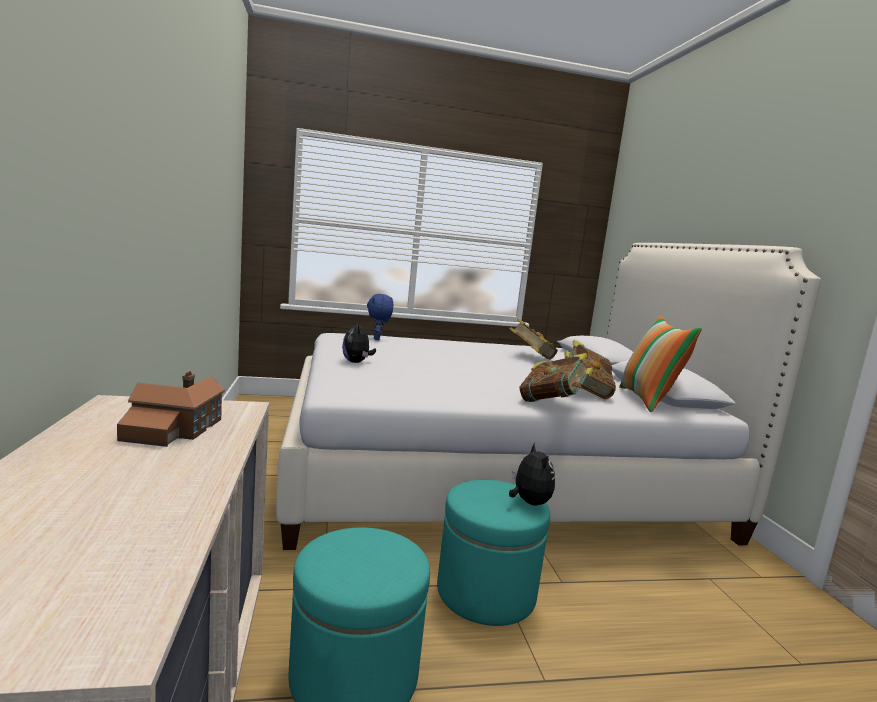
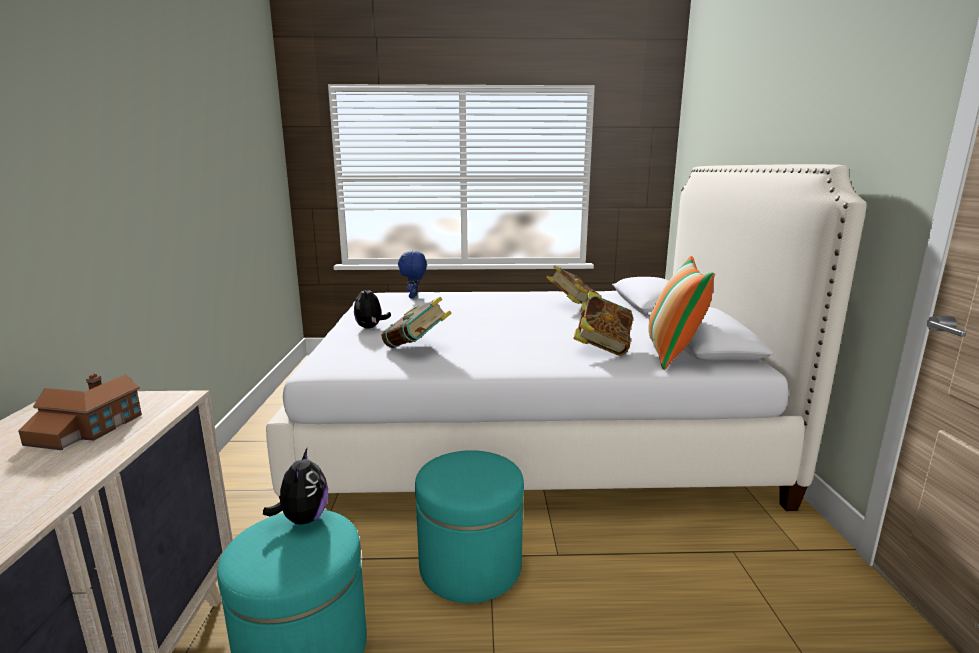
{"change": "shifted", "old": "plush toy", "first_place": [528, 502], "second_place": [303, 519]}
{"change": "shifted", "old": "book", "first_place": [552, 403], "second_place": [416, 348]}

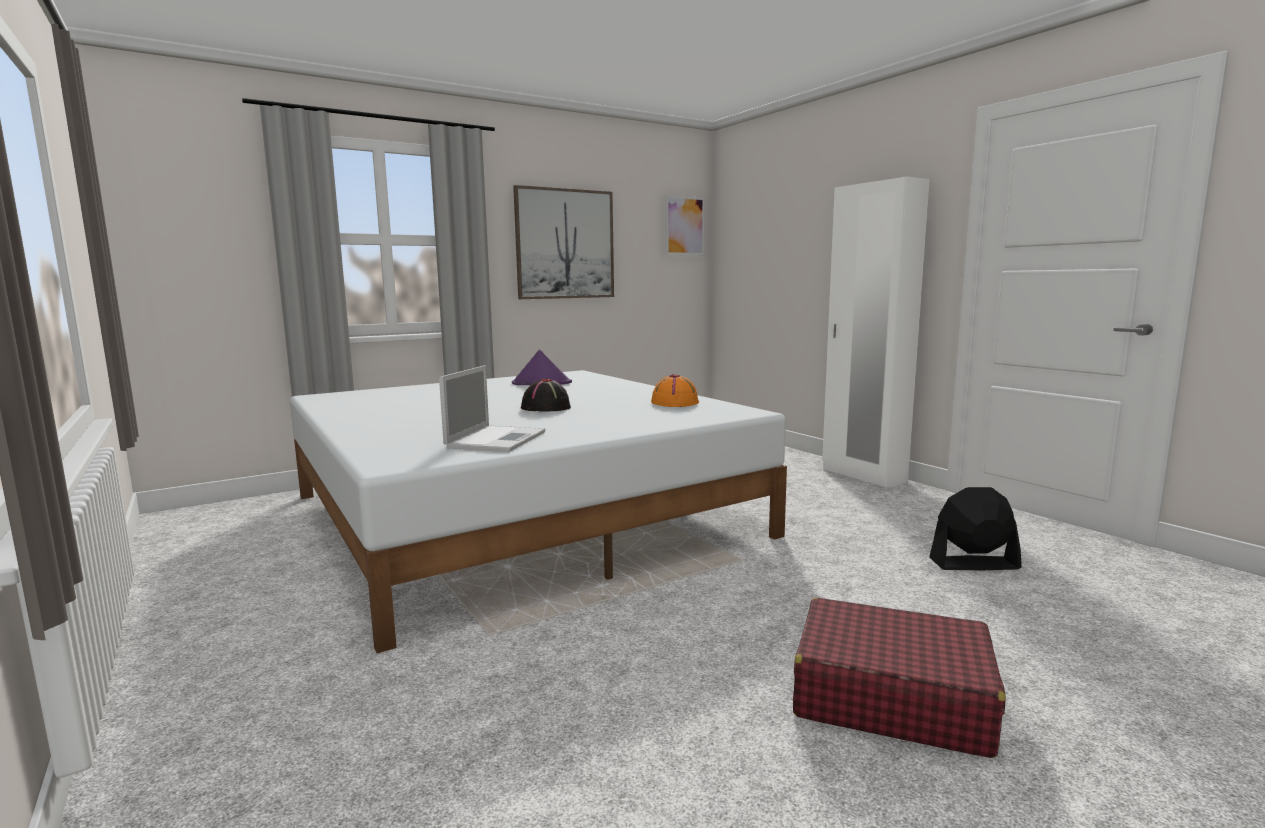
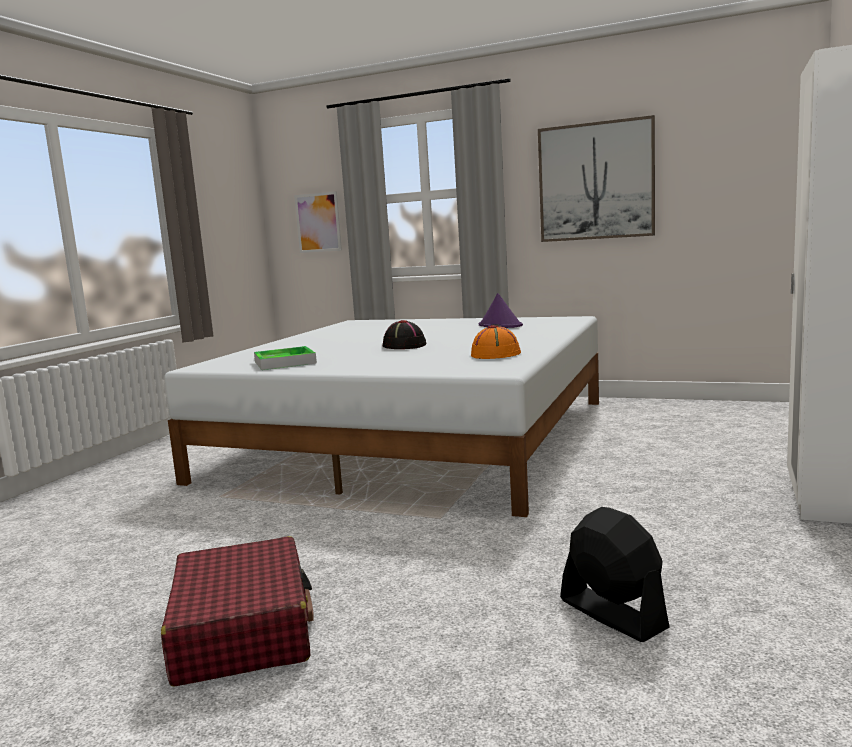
{"change": "swapped", "old": "laptop", "new": "tray", "first_place": [497, 439], "second_place": [285, 362]}
{"change": "shifted", "old": "picture", "first_place": [684, 226], "second_place": [318, 222]}

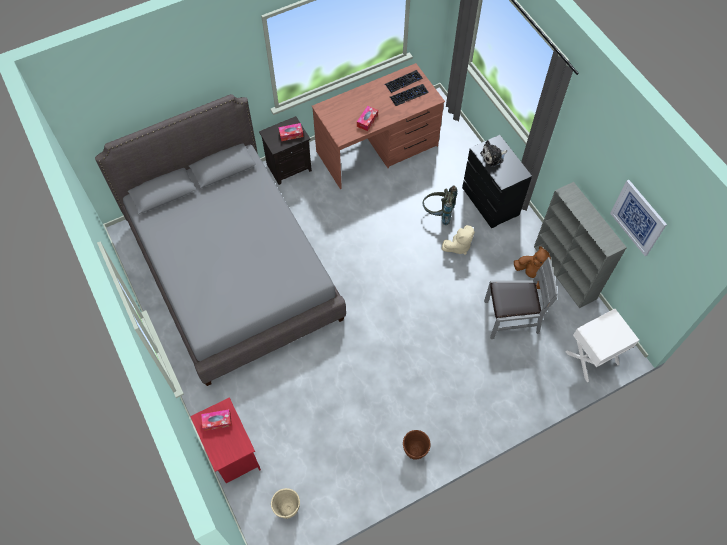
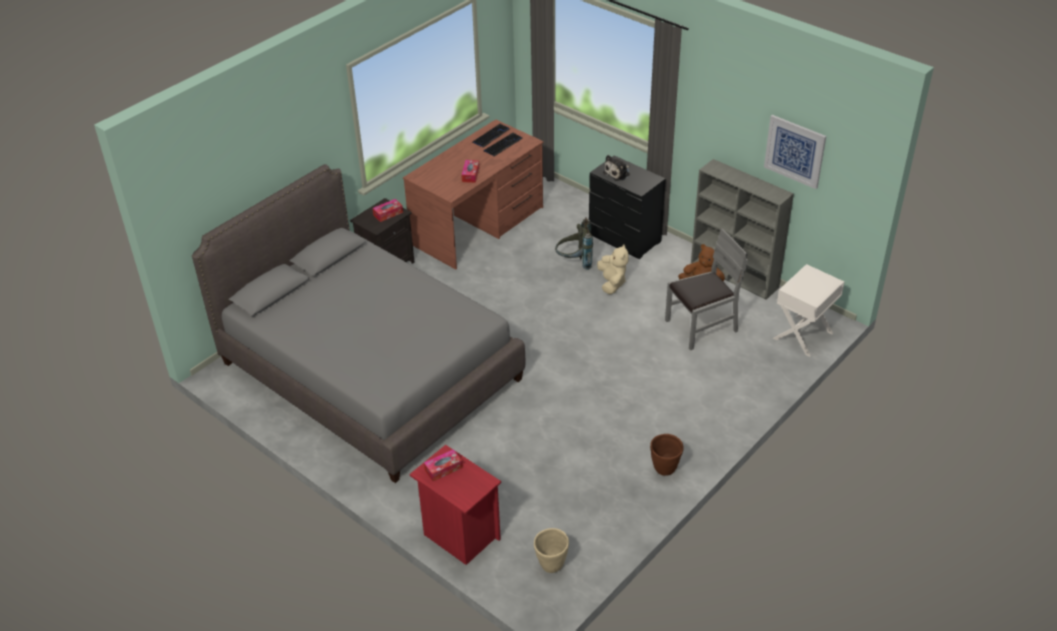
{"change": "rotated", "old": "plush toy/beige", "first_place": [458, 246], "second_place": [612, 283], "degrees": -45}

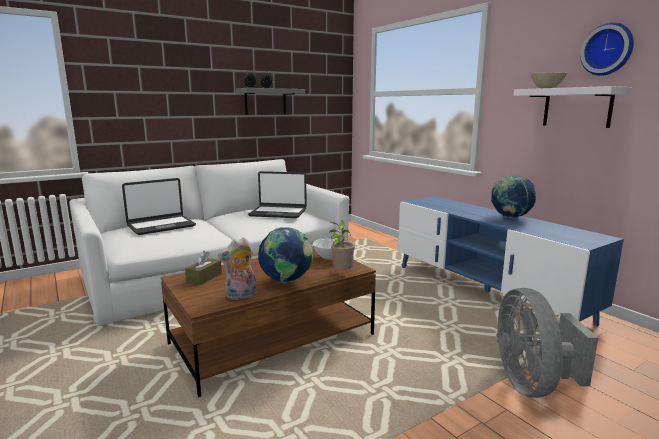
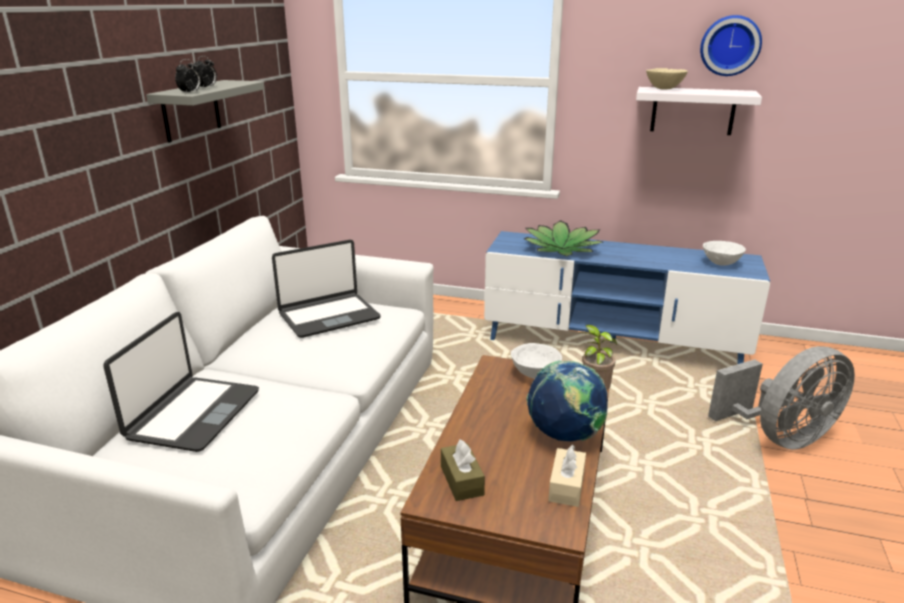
{"change": "swapped", "old": "plush toy", "new": "tissue box/beige", "first_place": [241, 296], "second_place": [566, 486]}
{"change": "gone", "old": "globe", "first_place": [510, 218]}
{"change": "rotated", "old": "fan/grey", "first_place": [532, 384], "second_place": [780, 437], "degrees": -75}
{"change": "new", "new": "potted plant", "second_place": [562, 249]}
{"change": "new", "new": "bowl/white", "second_place": [720, 263]}

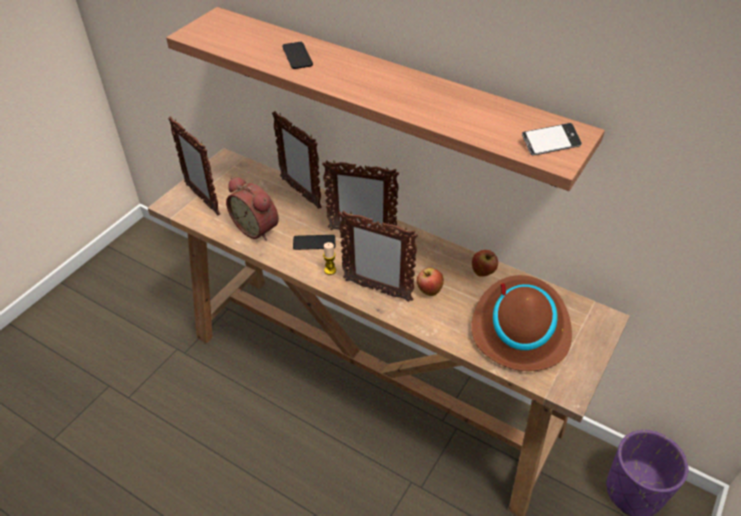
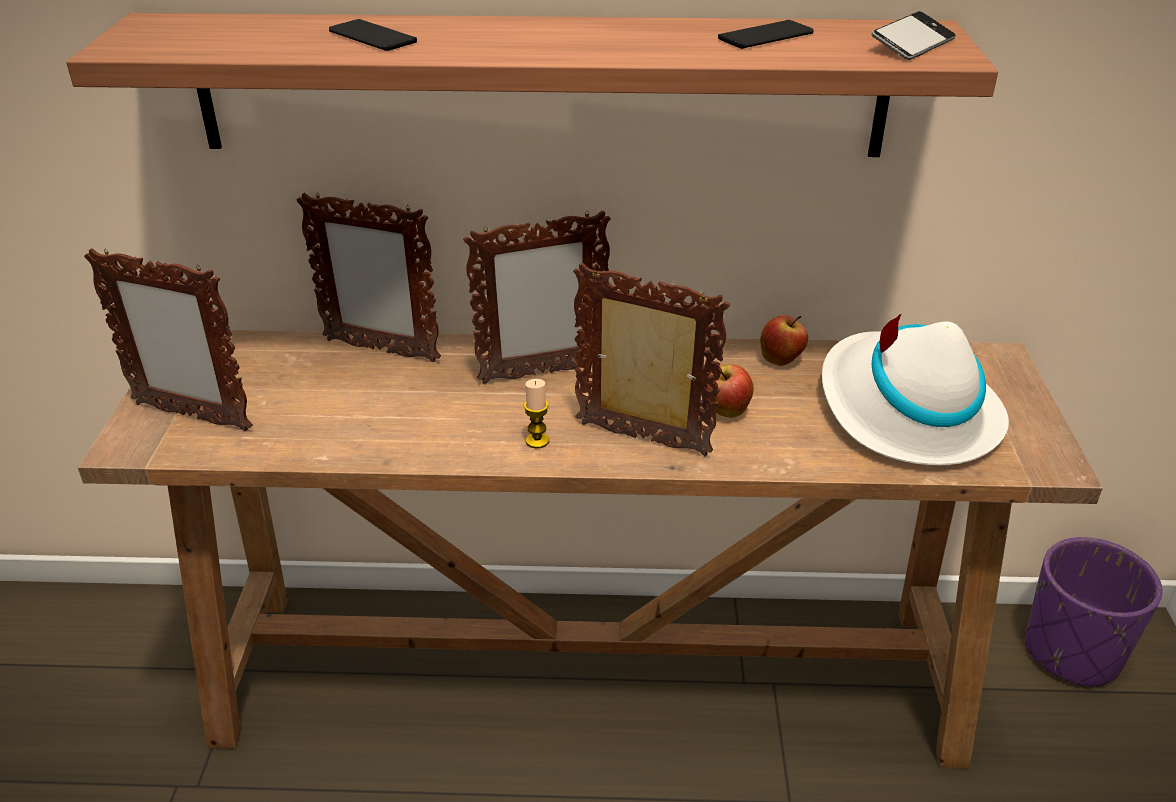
{"change": "gone", "old": "alarm clock", "first_place": [257, 228]}
{"change": "shifted", "old": "phone", "first_place": [314, 242], "second_place": [765, 36]}
{"change": "rotated", "old": "picture frame", "first_place": [377, 290], "second_place": [643, 440], "degrees": -150}
{"change": "repainted", "old": "hat/brown", "new": "hat/white", "first_place": [519, 328], "second_place": [905, 411]}

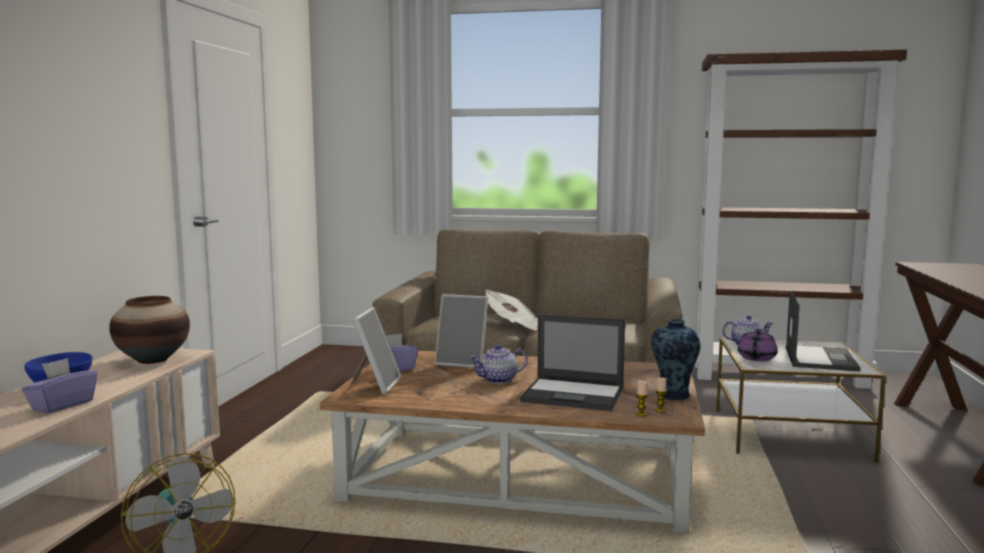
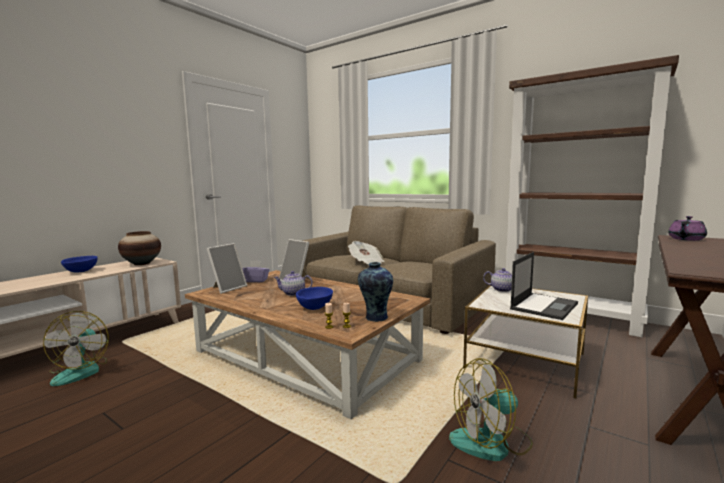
{"change": "gone", "old": "tissue box/purple", "first_place": [62, 405]}
{"change": "swapped", "old": "laptop", "new": "bowl/blue", "first_place": [574, 395], "second_place": [315, 308]}
{"change": "shifted", "old": "teapot/purple", "first_place": [756, 358], "second_place": [685, 239]}
{"change": "new", "new": "fan", "second_place": [491, 442]}

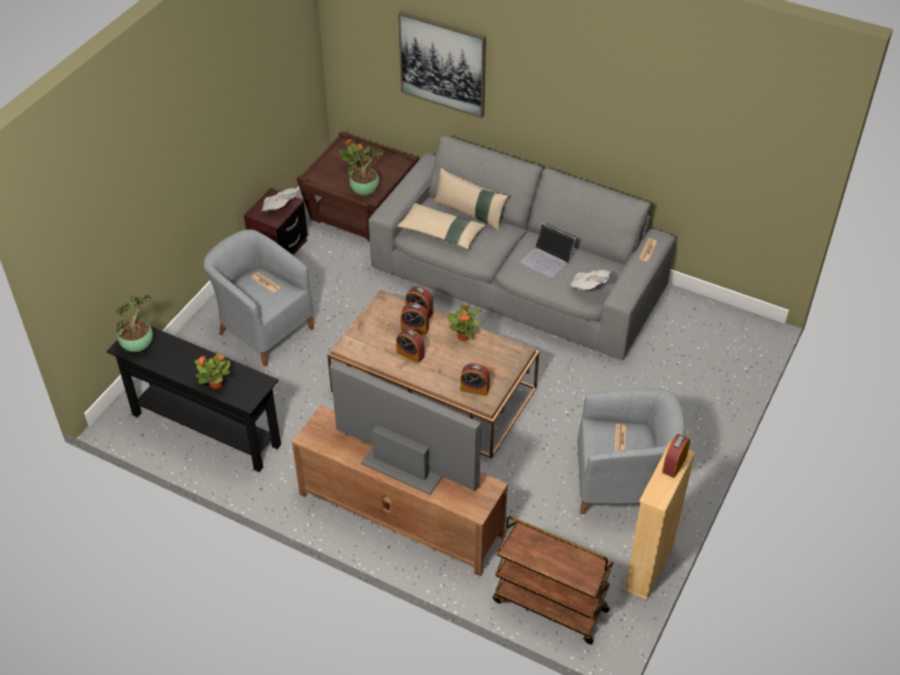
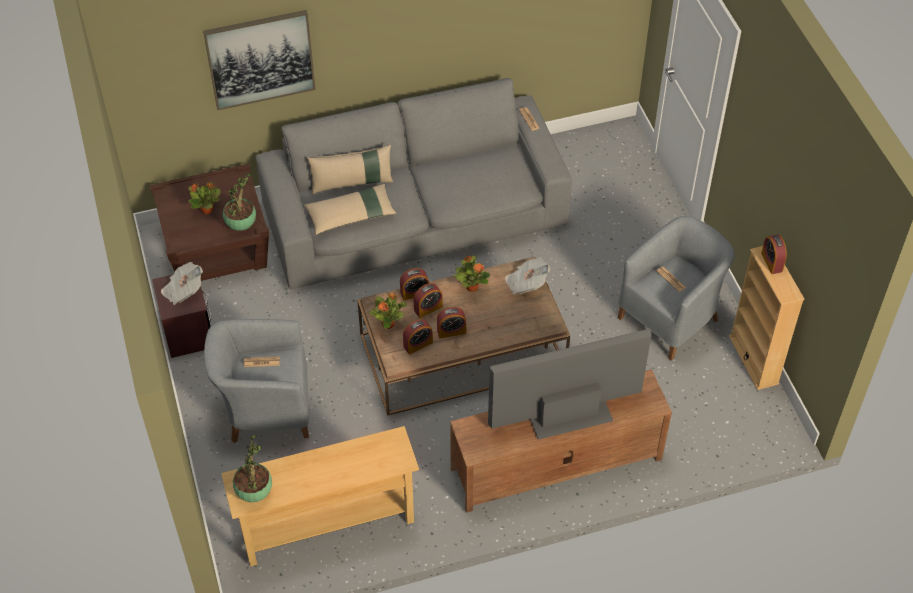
{"change": "repainted", "old": "console table/black", "new": "console table/beige", "first_place": [205, 430], "second_place": [328, 527]}
{"change": "shifted", "old": "potted plant", "first_place": [216, 384], "second_place": [388, 323]}
{"change": "shifted", "old": "alarm clock", "first_place": [474, 389], "second_place": [418, 344]}
{"change": "gone", "old": "cart/brown", "first_place": [549, 606]}
{"change": "gone", "old": "laptop", "first_place": [547, 259]}
{"change": "shifted", "old": "newspaper", "first_place": [588, 286], "second_place": [526, 283]}

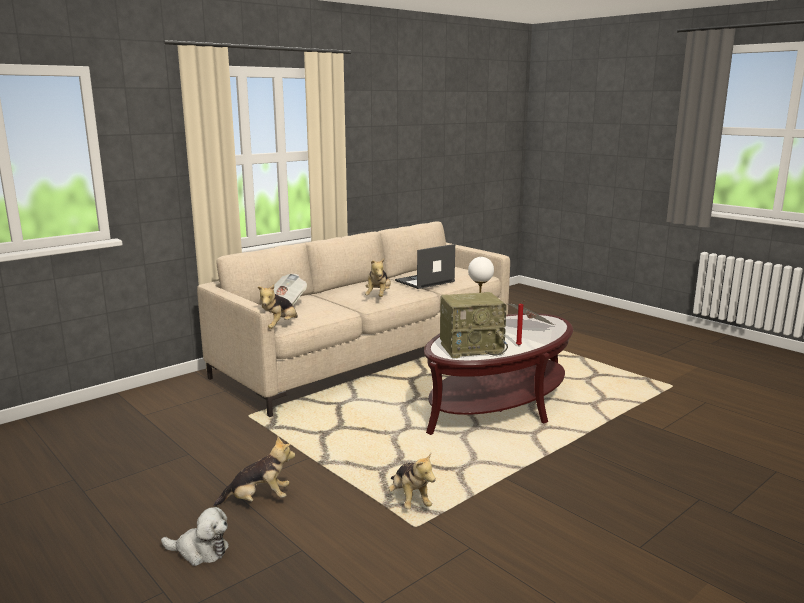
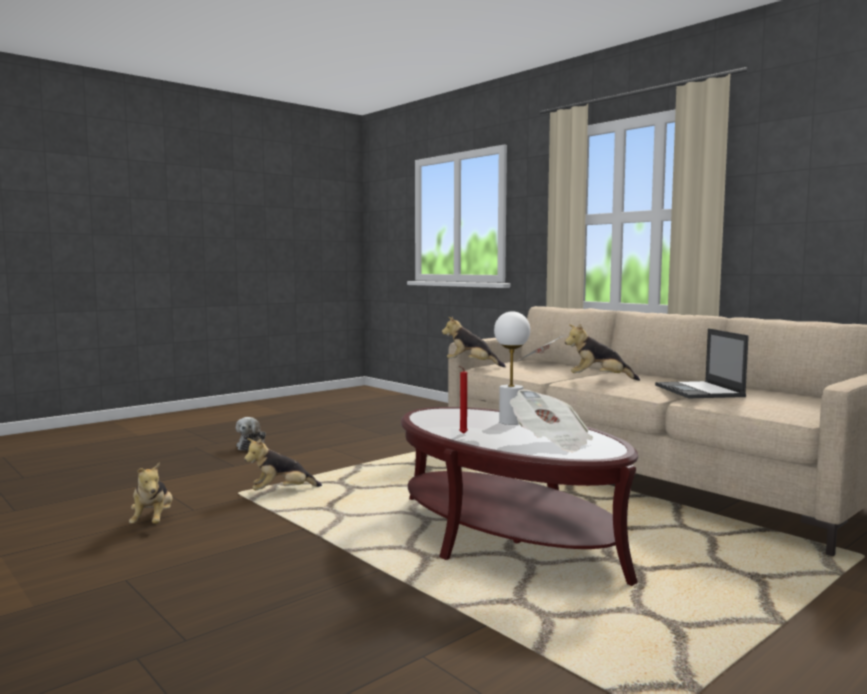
{"change": "shifted", "old": "plush toy", "first_place": [258, 500], "second_place": [153, 521]}
{"change": "rotated", "old": "laptop", "first_place": [424, 281], "second_place": [699, 391], "degrees": -150}
{"change": "gone", "old": "radio", "first_place": [472, 348]}

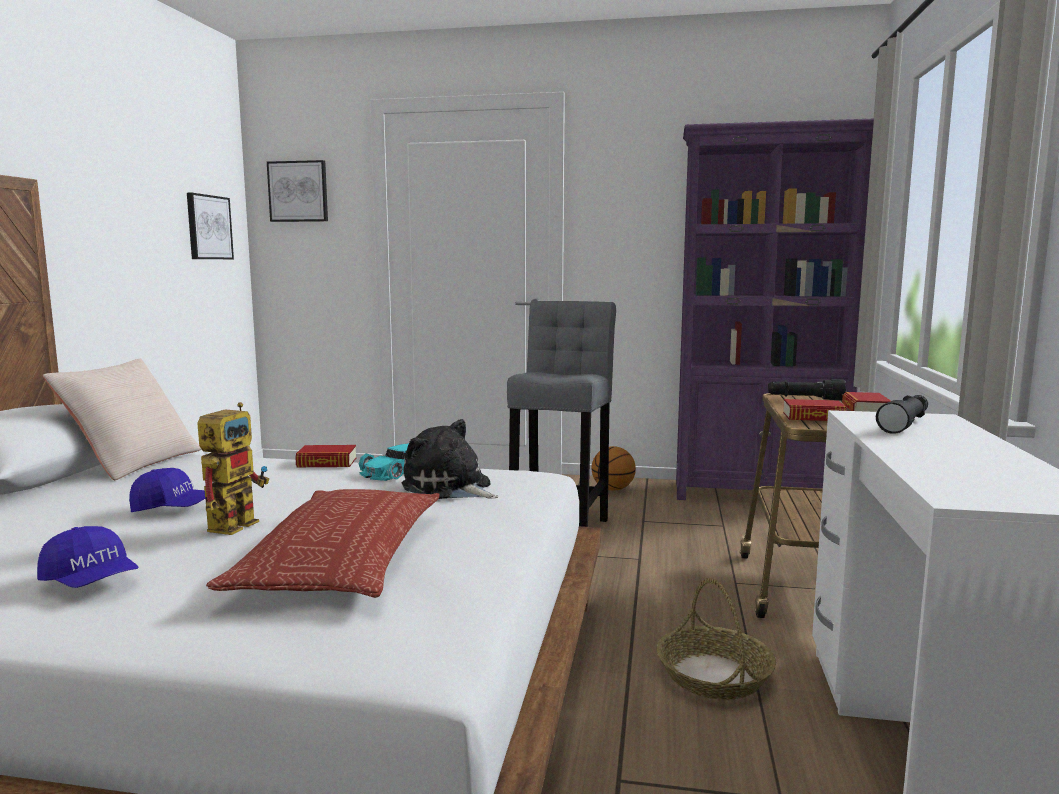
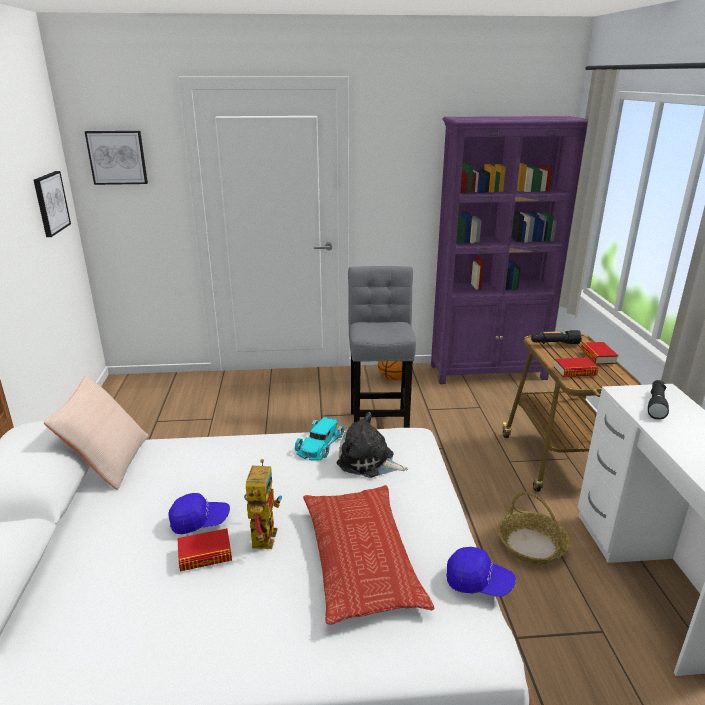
{"change": "shifted", "old": "cap/blue", "first_place": [91, 581], "second_place": [478, 582]}
{"change": "shifted", "old": "book", "first_place": [326, 463], "second_place": [205, 555]}

